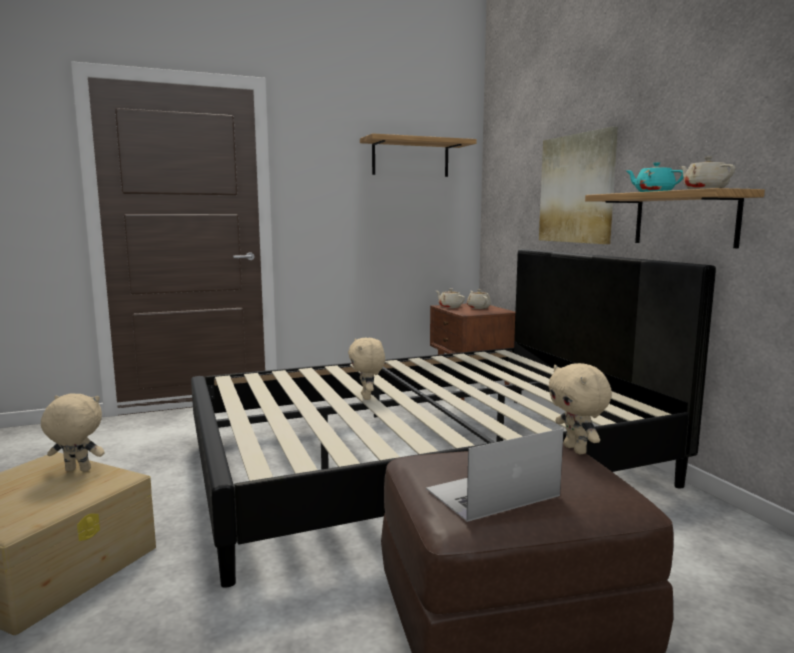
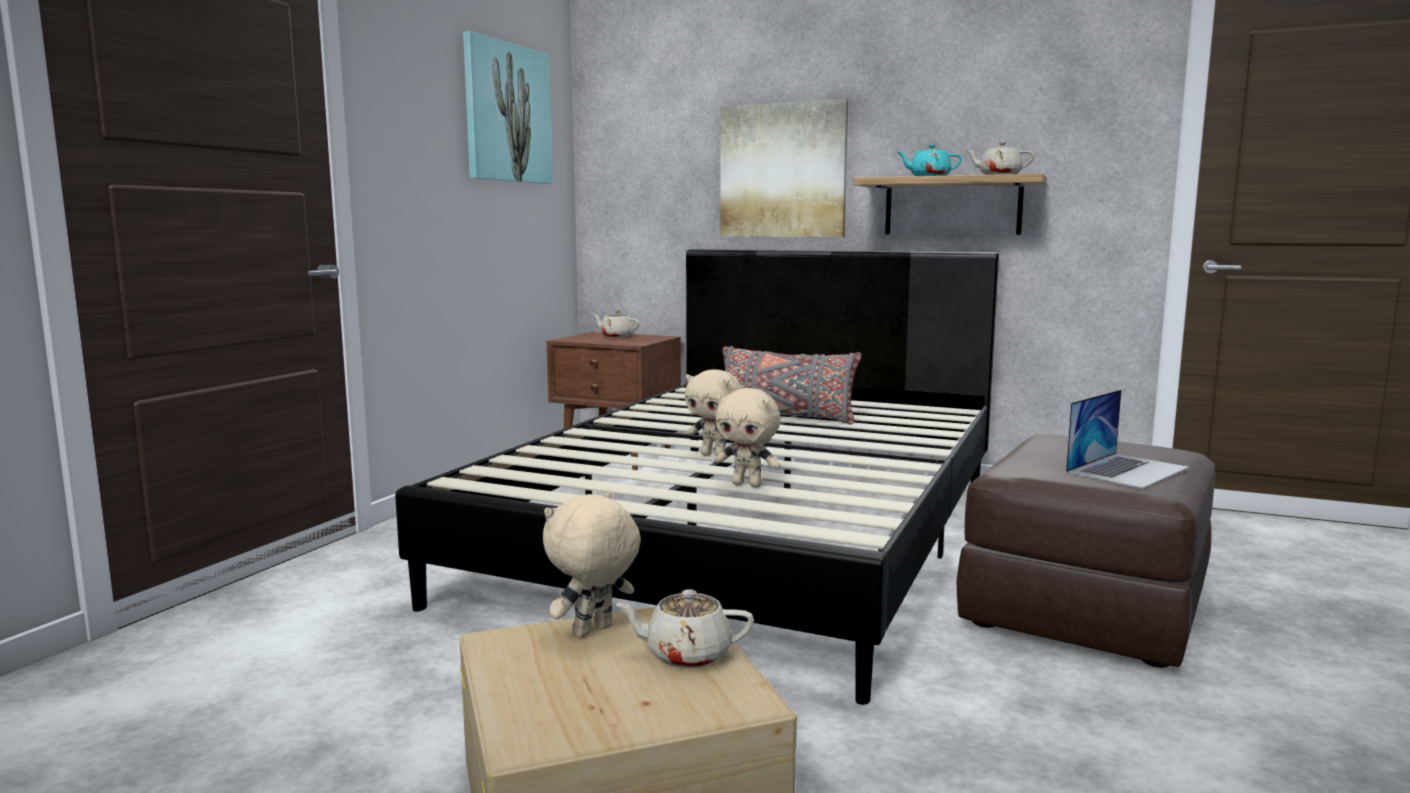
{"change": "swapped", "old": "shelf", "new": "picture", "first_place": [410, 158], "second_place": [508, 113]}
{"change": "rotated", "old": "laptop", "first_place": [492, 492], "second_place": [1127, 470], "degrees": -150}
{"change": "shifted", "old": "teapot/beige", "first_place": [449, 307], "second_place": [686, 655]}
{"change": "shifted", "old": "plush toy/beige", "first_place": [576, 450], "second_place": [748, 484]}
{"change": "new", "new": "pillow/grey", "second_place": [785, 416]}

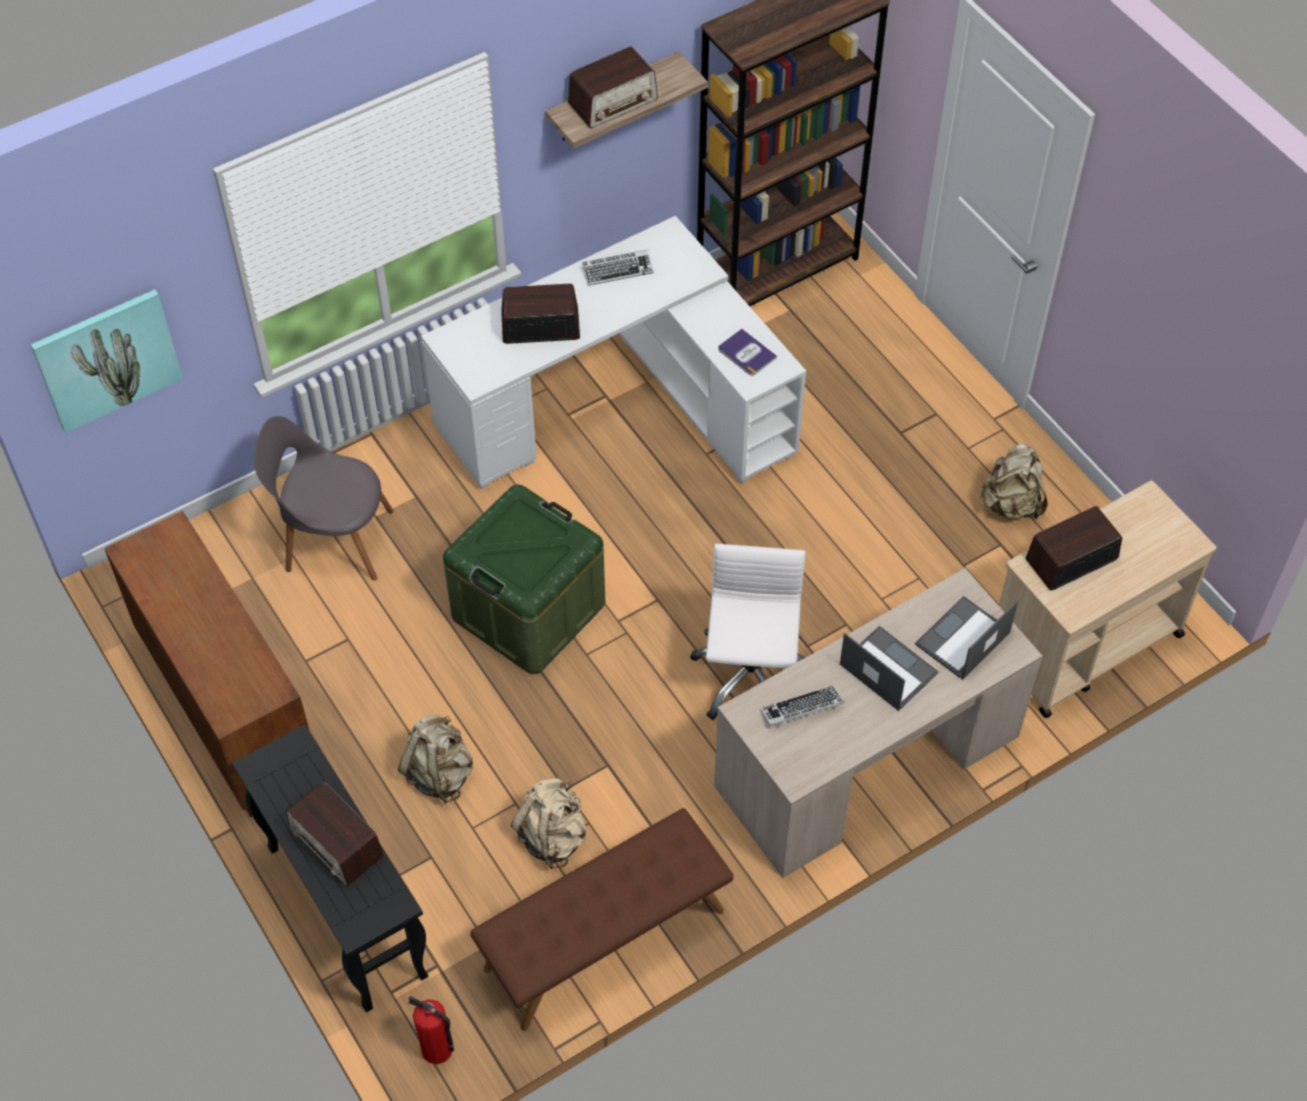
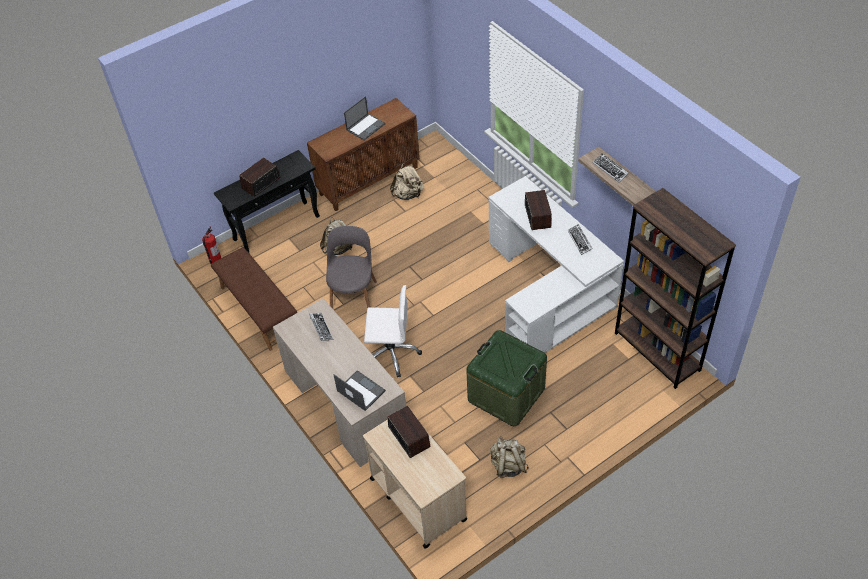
{"change": "gone", "old": "picture", "first_place": [107, 359]}
{"change": "shifted", "old": "chair/grey", "first_place": [334, 539], "second_place": [353, 295]}
{"change": "shifted", "old": "storage box/green", "first_place": [528, 610], "second_place": [506, 394]}
{"change": "shifted", "old": "backpack/beige", "first_place": [553, 836], "second_place": [408, 194]}
{"change": "swapped", "old": "radio", "new": "keyboard", "first_place": [613, 102], "second_place": [610, 169]}
{"change": "gone", "old": "book", "first_place": [746, 353]}
{"change": "shifted", "old": "laptop", "first_place": [887, 668], "second_place": [366, 126]}

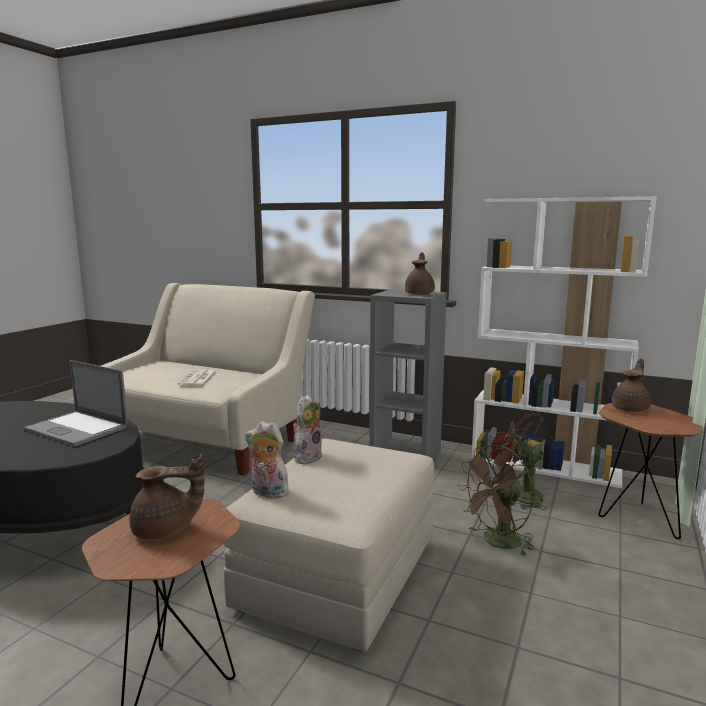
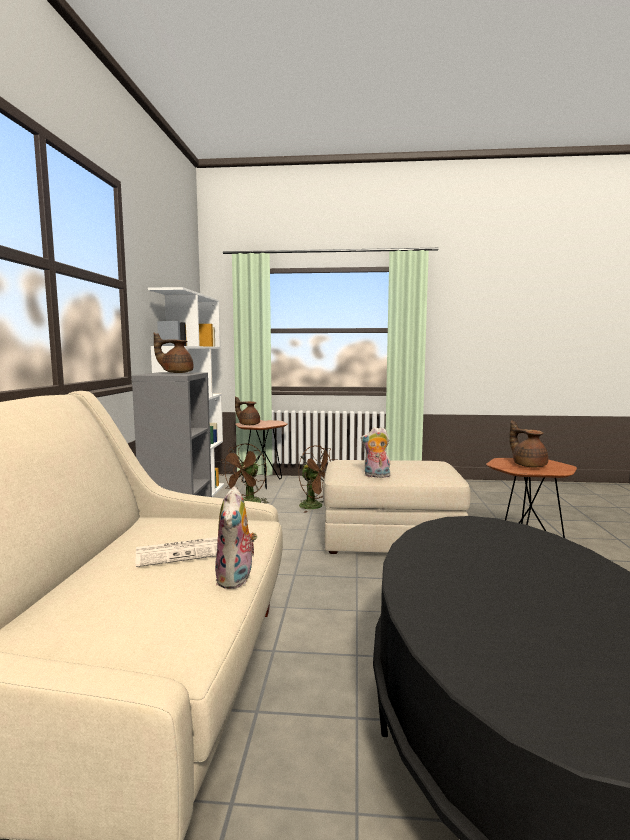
{"change": "gone", "old": "laptop", "first_place": [76, 428]}
{"change": "shifted", "old": "plush toy", "first_place": [267, 493], "second_place": [236, 579]}

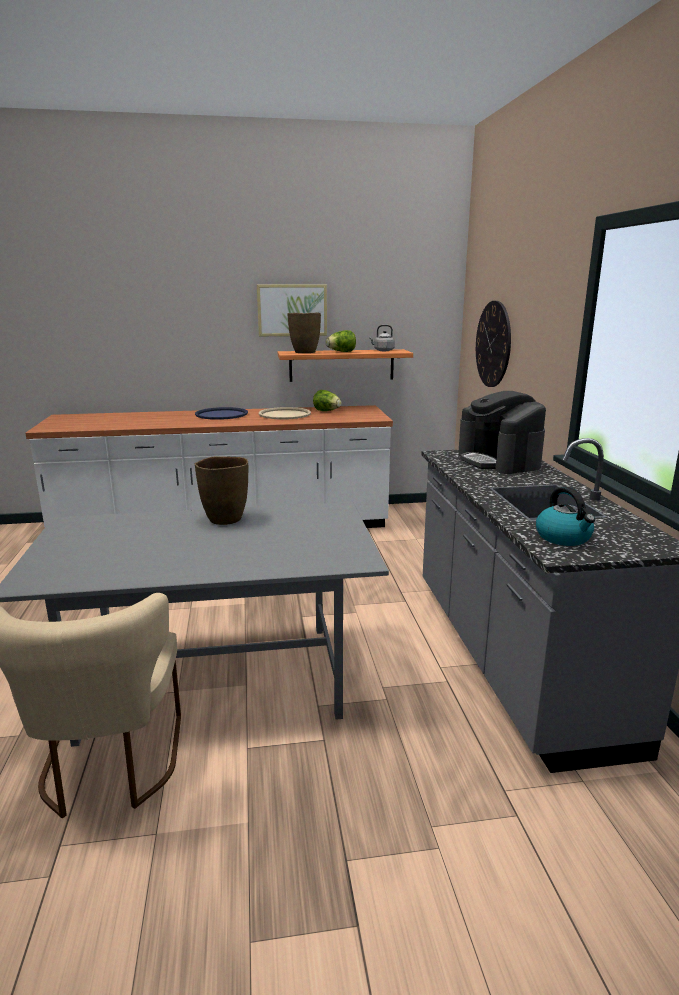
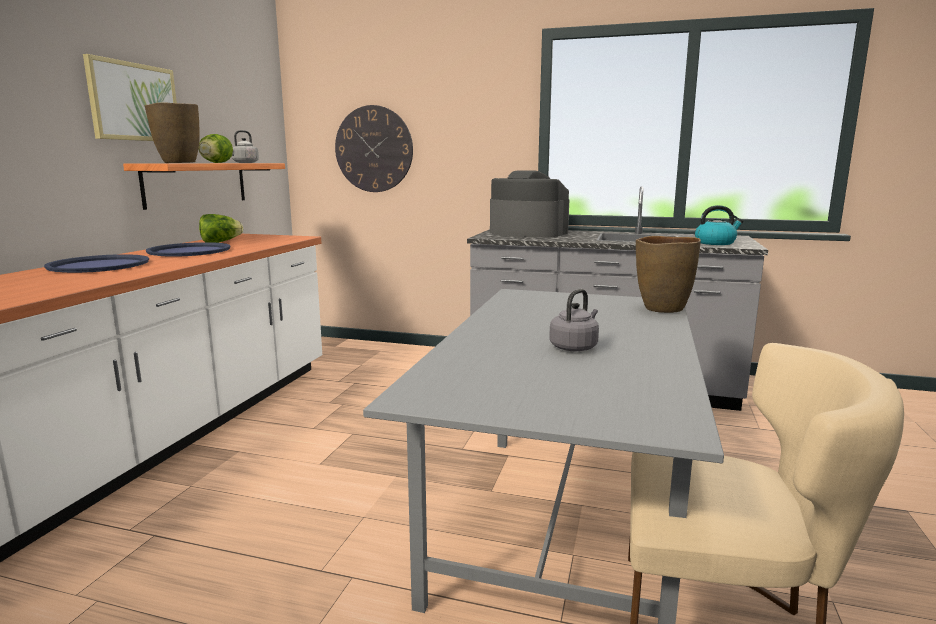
{"change": "shifted", "old": "vase/brown", "first_place": [225, 519], "second_place": [662, 309]}
{"change": "repainted", "old": "tray/beige", "new": "tray/blue", "first_place": [285, 414], "second_place": [189, 251]}
{"change": "rotated", "old": "coffee machine", "first_place": [499, 461], "second_place": [527, 233], "degrees": -150}
{"change": "new", "new": "kettle/grey", "second_place": [574, 347]}

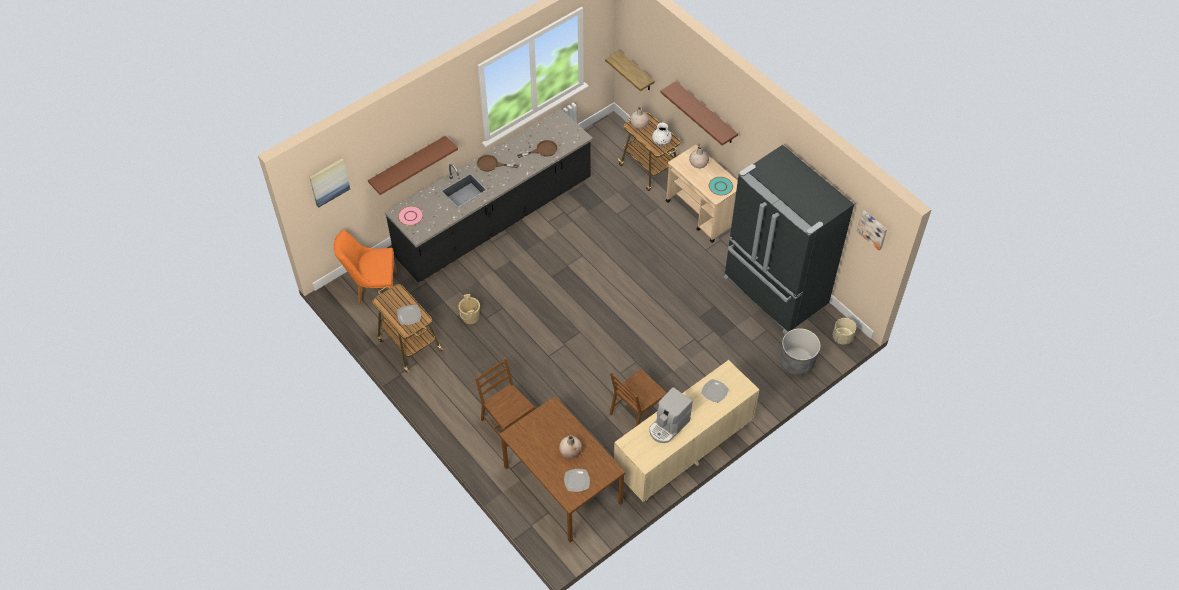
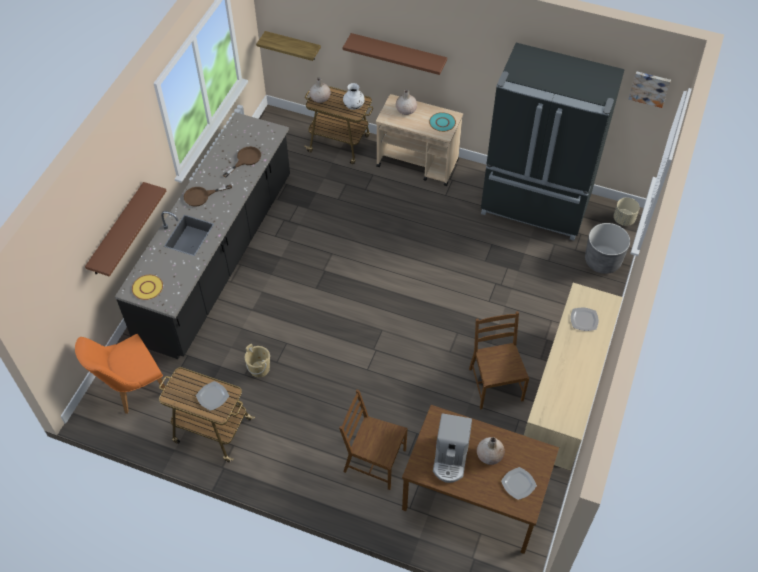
{"change": "gone", "old": "picture", "first_place": [329, 182]}
{"change": "repainted", "old": "plate/pink", "new": "plate/yellow", "first_place": [410, 216], "second_place": [147, 287]}
{"change": "rotated", "old": "chair/brown", "first_place": [637, 414], "second_place": [494, 384], "degrees": 150}
{"change": "shifted", "old": "coffee machine", "first_place": [668, 426], "second_place": [450, 458]}

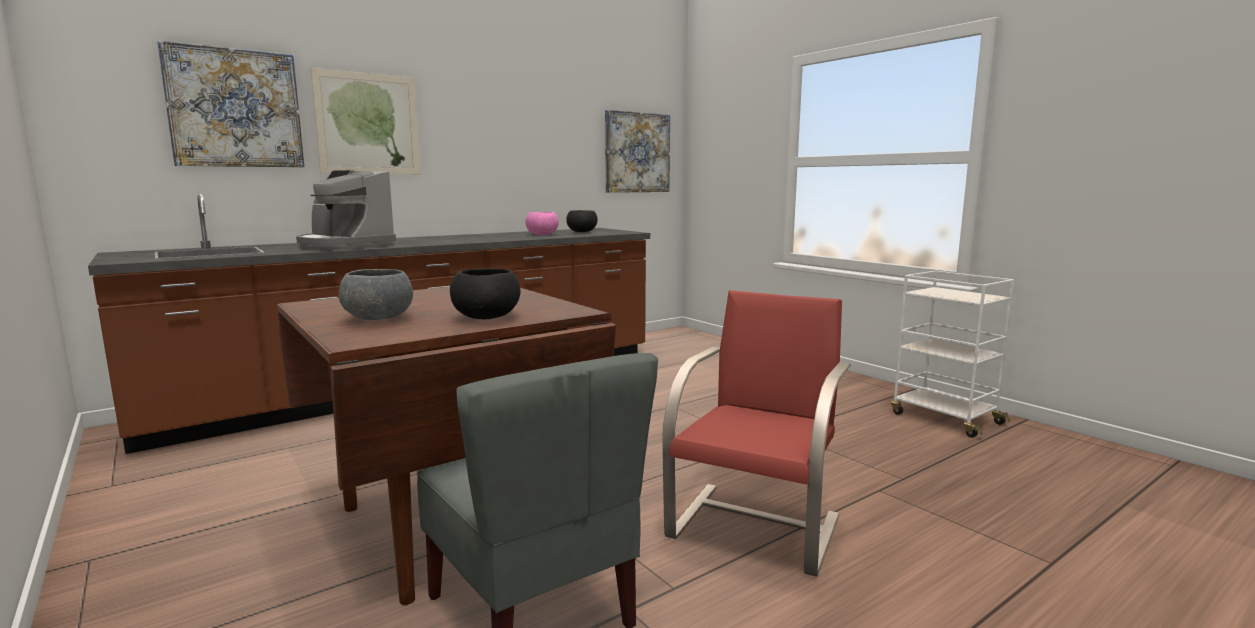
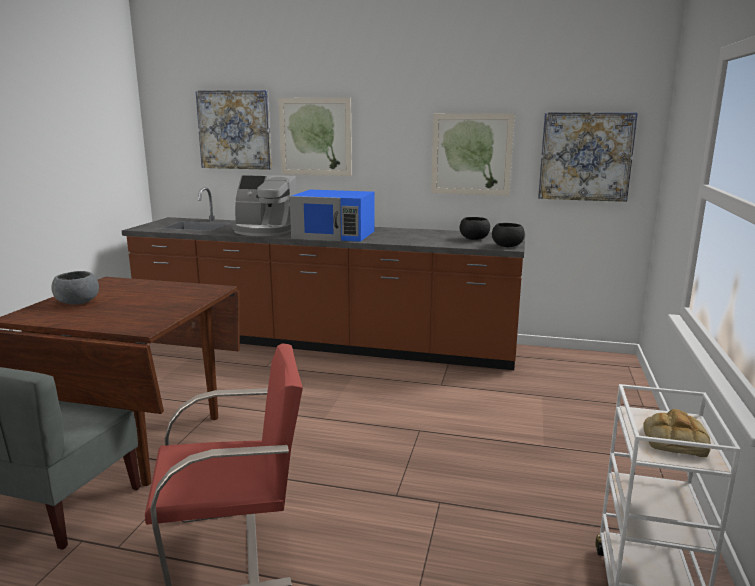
{"change": "rotated", "old": "coffee machine", "first_place": [344, 246], "second_place": [264, 230], "degrees": -75}
{"change": "shifted", "old": "bowl/black", "first_place": [487, 317], "second_place": [507, 246]}
{"change": "gone", "old": "bowl/pink", "first_place": [542, 234]}
{"change": "new", "new": "microwave/blue", "second_place": [334, 234]}
{"change": "new", "new": "picture", "second_place": [471, 154]}
{"change": "new", "new": "bread", "second_place": [673, 439]}

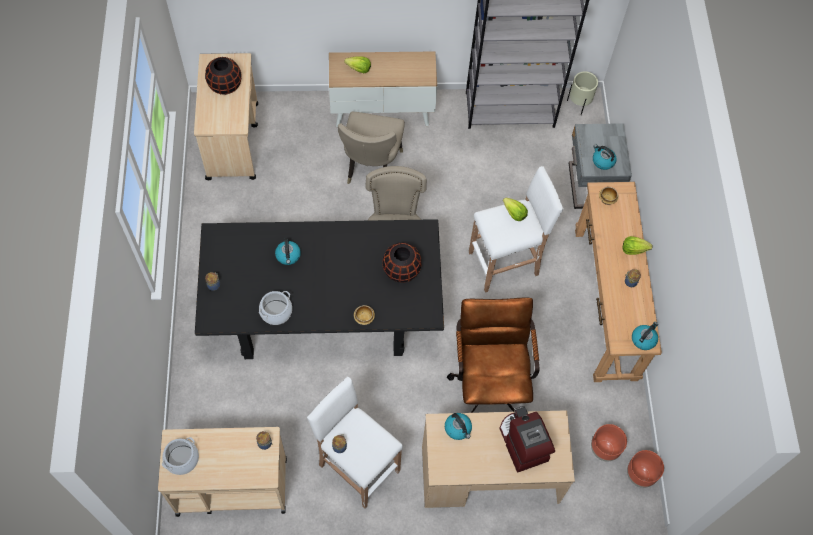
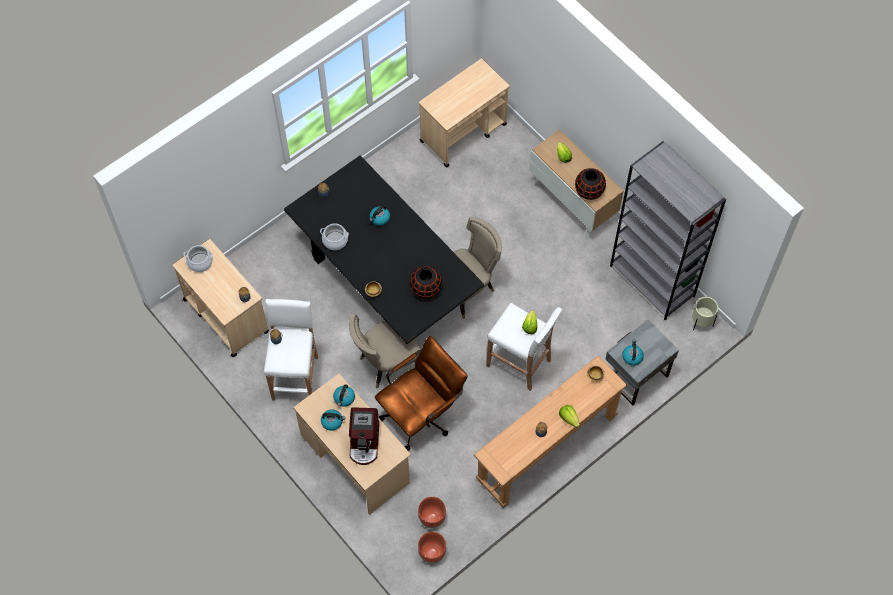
{"change": "shifted", "old": "vase/black", "first_place": [225, 86], "second_place": [589, 191]}
{"change": "shifted", "old": "chair/beige", "first_place": [371, 168], "second_place": [386, 364]}
{"change": "rotated", "old": "coffee machine", "first_place": [522, 443], "second_place": [365, 442], "degrees": 150}
{"change": "shifted", "old": "kettle", "first_place": [643, 339], "second_place": [332, 421]}

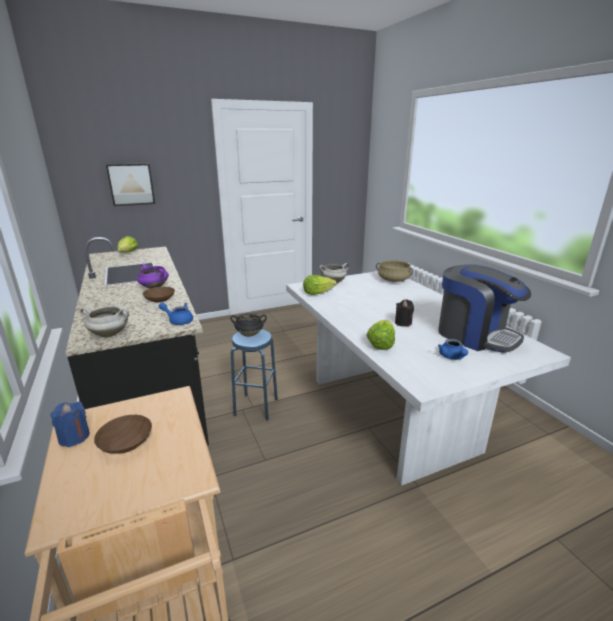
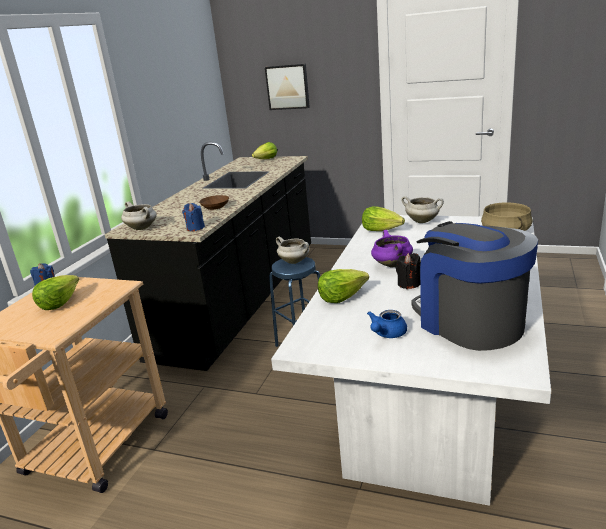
{"change": "swapped", "old": "bowl/brown", "new": "lettuce", "first_place": [125, 443], "second_place": [59, 303]}
{"change": "shifted", "old": "cooking pot/purple", "first_place": [154, 287], "second_place": [391, 264]}
{"change": "swapped", "old": "teapot/blue", "new": "candle/blue", "first_place": [178, 321], "second_place": [195, 228]}
{"change": "repainted", "old": "cooking pot/black", "new": "cooking pot/white", "first_place": [249, 334], "second_place": [295, 261]}
{"change": "rotated", "old": "coffee machine", "first_place": [475, 335], "second_place": [469, 322], "degrees": 150}

